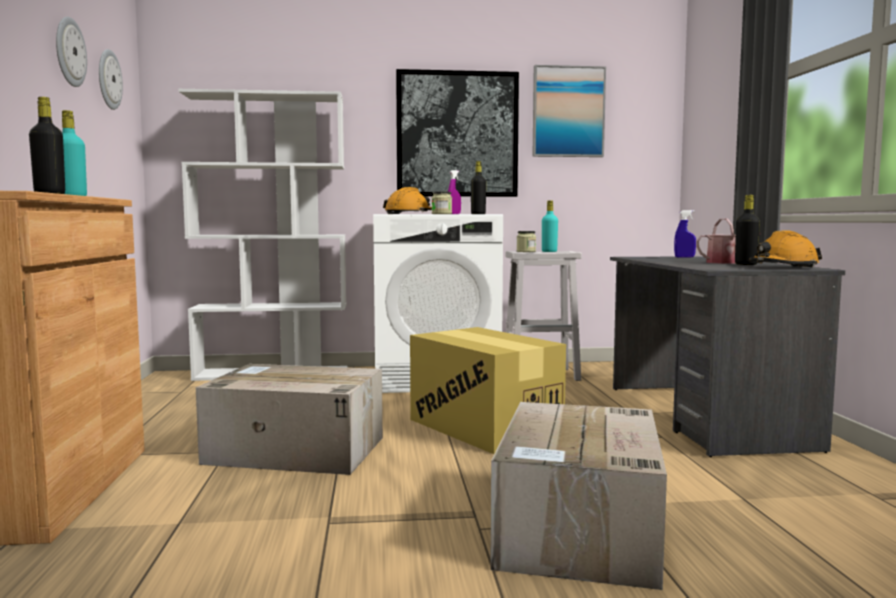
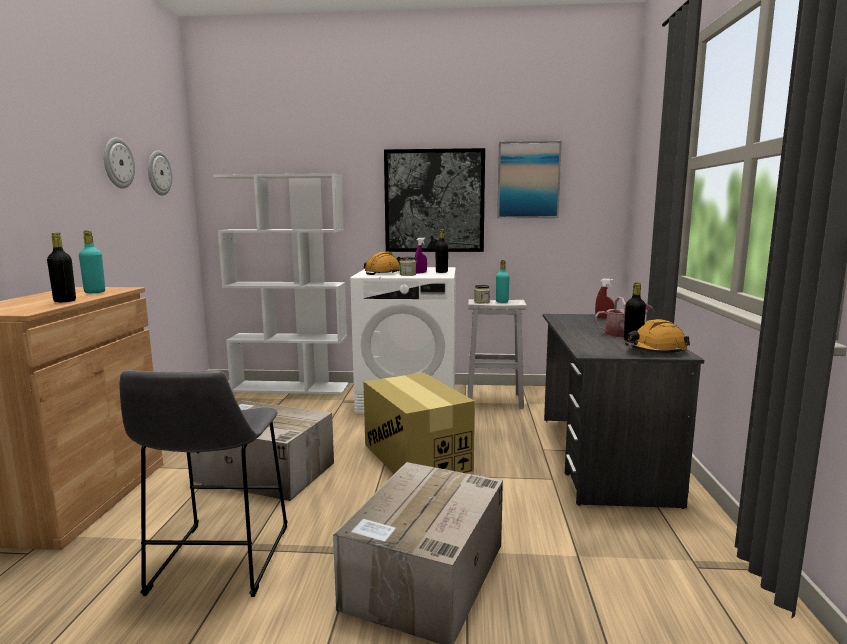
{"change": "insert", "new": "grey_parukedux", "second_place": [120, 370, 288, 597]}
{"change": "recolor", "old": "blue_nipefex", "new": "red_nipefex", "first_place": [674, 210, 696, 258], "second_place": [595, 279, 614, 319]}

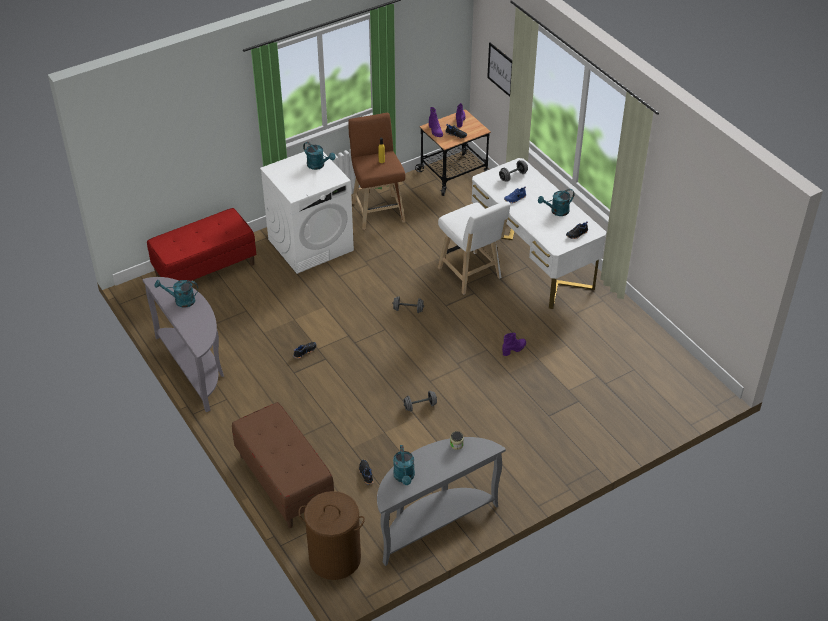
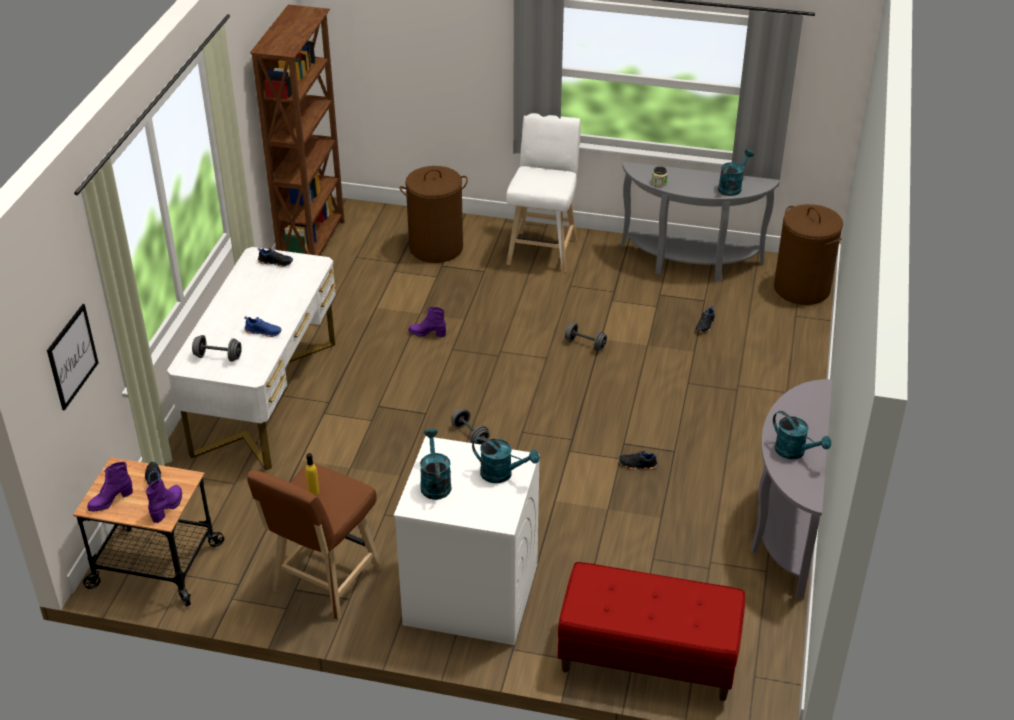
{"change": "delete", "old": "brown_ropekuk", "first_place": [232, 402, 334, 528]}
{"change": "insert", "new": "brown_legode", "second_place": [250, 4, 345, 256]}
{"change": "insert", "new": "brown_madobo", "second_place": [400, 166, 468, 263]}
{"change": "move", "old": "white_parukedux", "first_place": [438, 201, 510, 295], "second_place": [506, 113, 581, 272]}
{"change": "move", "old": "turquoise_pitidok", "first_place": [538, 189, 574, 216], "second_place": [472, 437, 539, 483]}

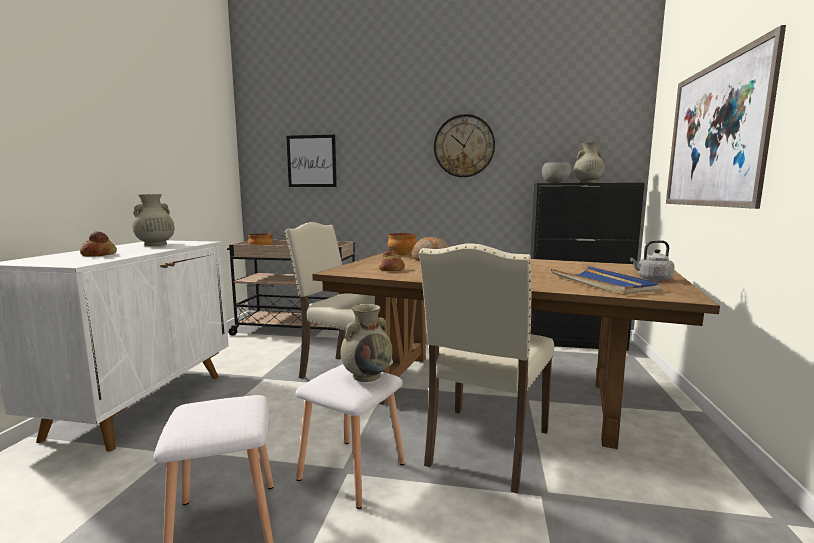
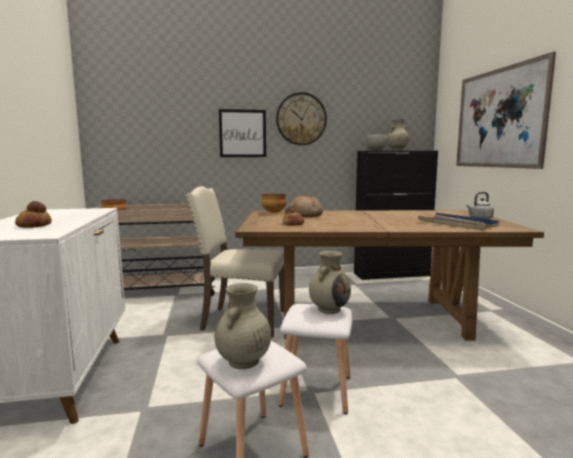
{"change": "delete", "old": "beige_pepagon", "first_place": [419, 244, 554, 493]}
{"change": "move", "old": "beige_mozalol", "first_place": [132, 194, 174, 246], "second_place": [215, 283, 271, 369]}
{"change": "move", "old": "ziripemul", "first_place": [286, 135, 337, 187], "second_place": [219, 109, 266, 157]}

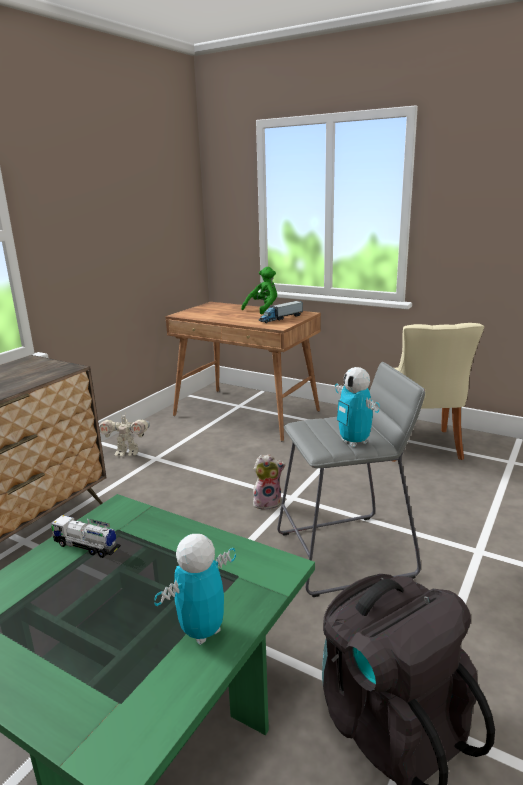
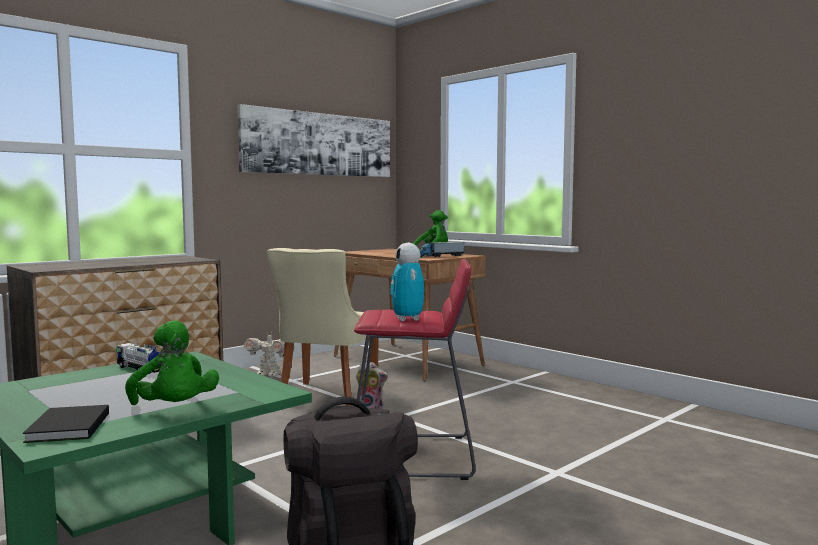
{"change": "insert", "new": "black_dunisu", "second_place": [23, 405, 109, 443]}
{"change": "insert", "new": "ziripemul", "second_place": [237, 104, 390, 177]}
{"change": "move", "old": "beige_pepagon", "first_place": [393, 323, 484, 462], "second_place": [267, 248, 378, 406]}
{"change": "replace", "old": "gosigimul", "new": "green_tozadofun", "first_place": [154, 534, 236, 645], "second_place": [125, 320, 219, 405]}
{"change": "recolor", "old": "grey_parukedux", "new": "red_parukedux", "first_place": [277, 362, 425, 597], "second_place": [354, 259, 476, 480]}

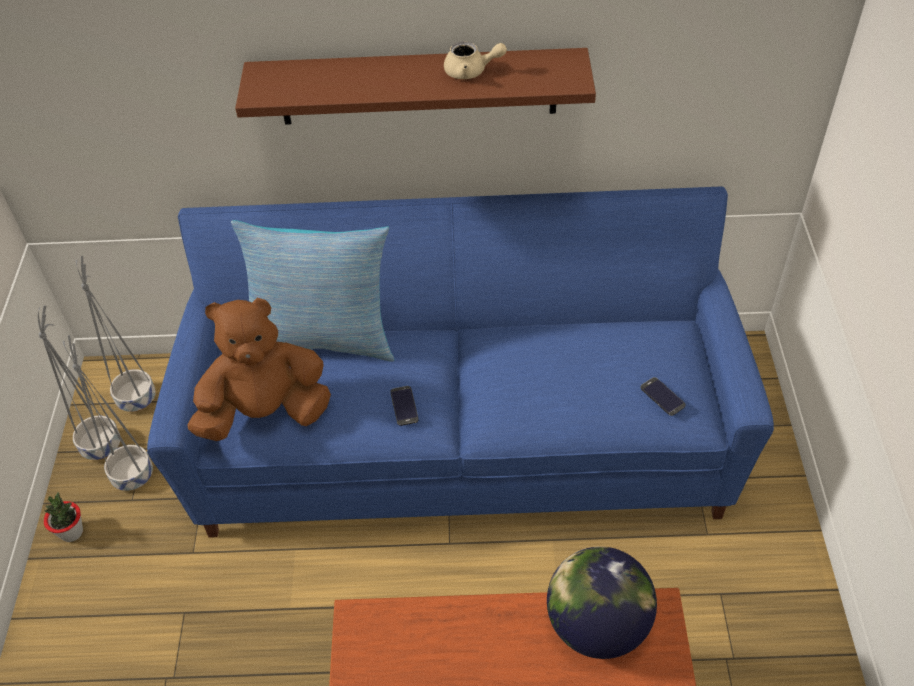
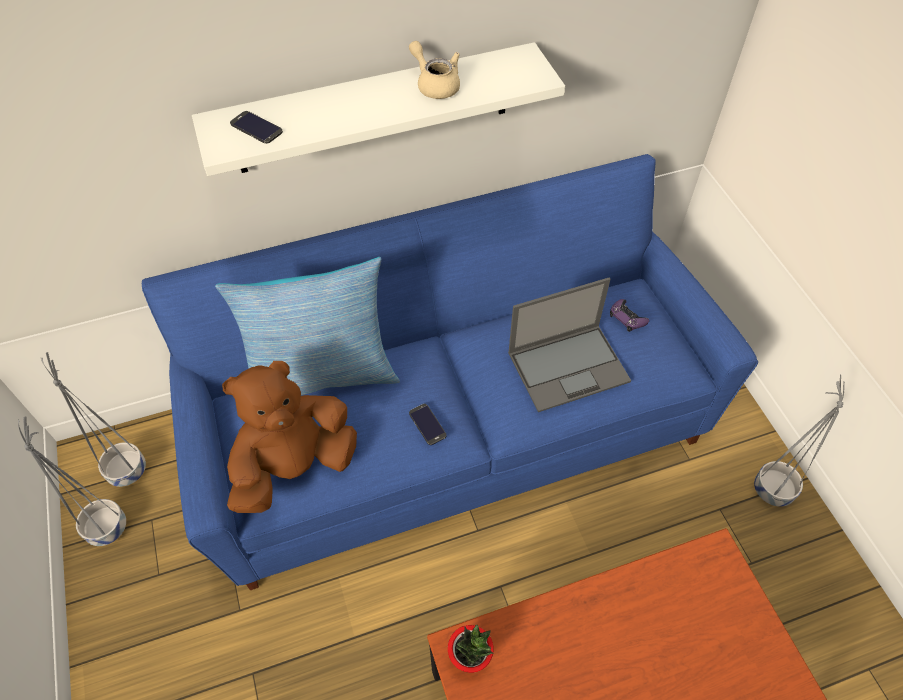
{"change": "delete", "old": "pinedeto", "first_place": [547, 546, 657, 659]}
{"change": "insert", "new": "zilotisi", "second_place": [508, 278, 631, 412]}
{"change": "insert", "new": "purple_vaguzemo", "second_place": [610, 299, 649, 332]}
{"change": "move", "old": "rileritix", "first_place": [44, 492, 83, 542], "second_place": [448, 625, 494, 673]}
{"change": "move", "old": "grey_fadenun", "first_place": [63, 335, 153, 491], "second_place": [754, 374, 845, 507]}
{"change": "move", "old": "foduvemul", "first_place": [641, 377, 686, 416], "second_place": [230, 111, 283, 144]}
{"change": "recolor", "old": "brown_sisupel", "new": "white_sisupel", "first_place": [235, 48, 596, 125], "second_place": [192, 42, 565, 176]}
{"change": "rotate", "old": "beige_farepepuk", "first_place": [444, 41, 507, 79], "second_place": [409, 41, 460, 99], "degrees": -120}

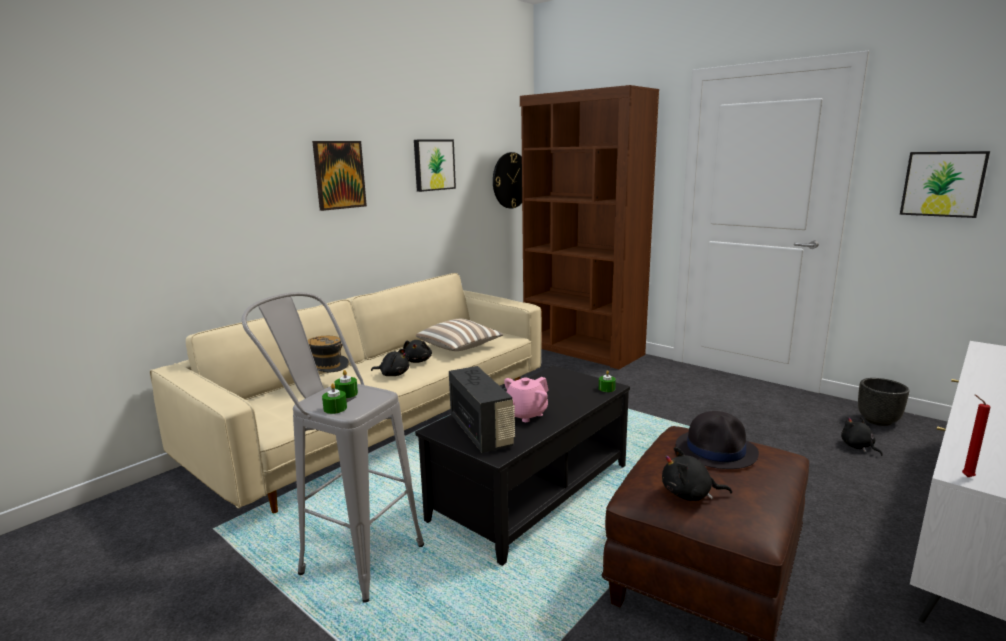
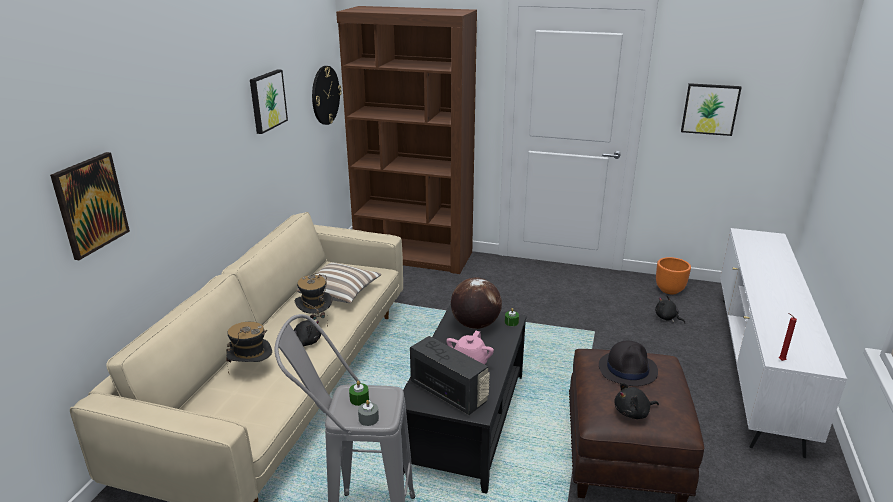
{"change": "insert", "new": "pinedeto", "second_place": [451, 278, 502, 329]}
{"change": "move", "old": "ziripemul", "first_place": [312, 141, 367, 211], "second_place": [50, 152, 130, 260]}
{"change": "replace", "old": "black_tozadofun", "new": "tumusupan", "first_place": [403, 340, 432, 363], "second_place": [295, 273, 332, 327]}
{"change": "recolor", "old": "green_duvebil", "new": "grey_duvebil", "first_place": [322, 383, 347, 414], "second_place": [358, 400, 379, 426]}
{"change": "recolor", "old": "black_fadenun", "new": "orange_fadenun", "first_place": [858, 378, 909, 426], "second_place": [656, 257, 691, 294]}

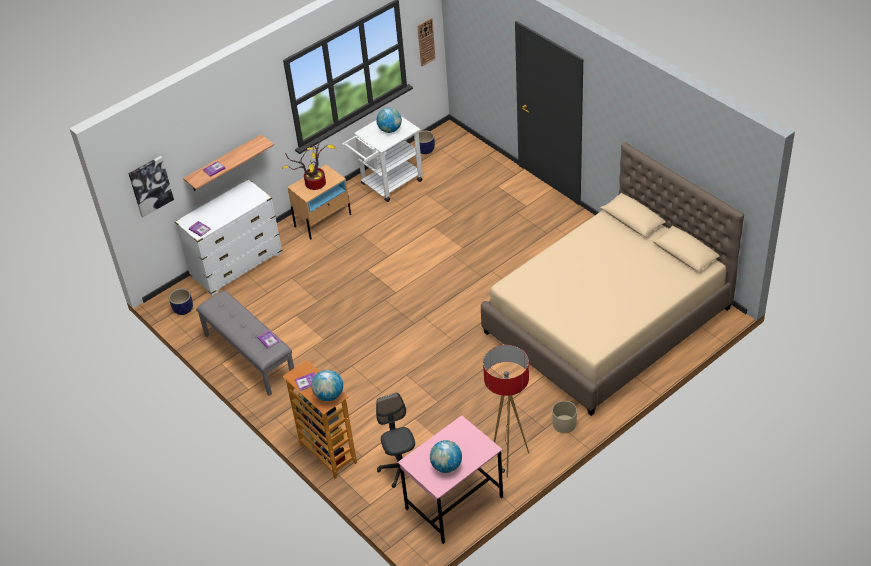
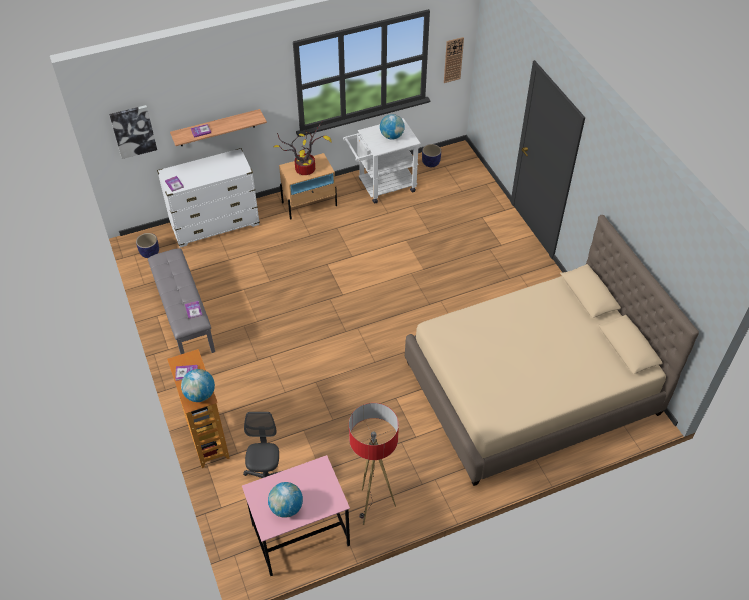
{"change": "delete", "old": "beige_fadenun", "first_place": [552, 401, 577, 433]}

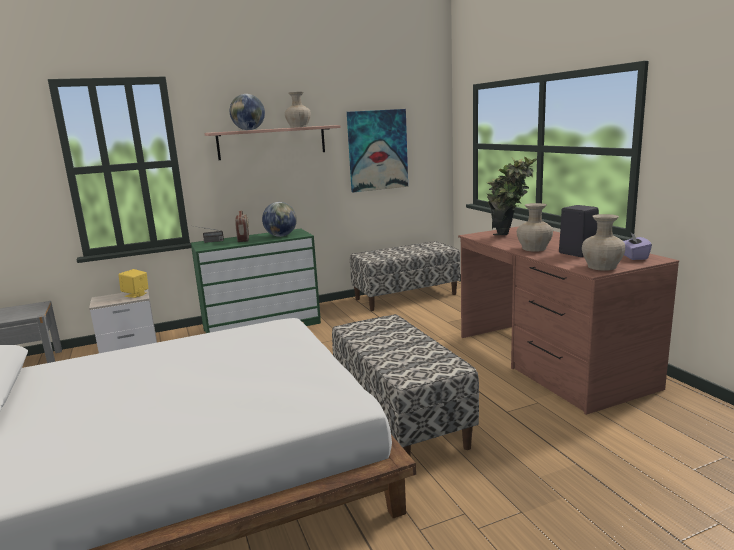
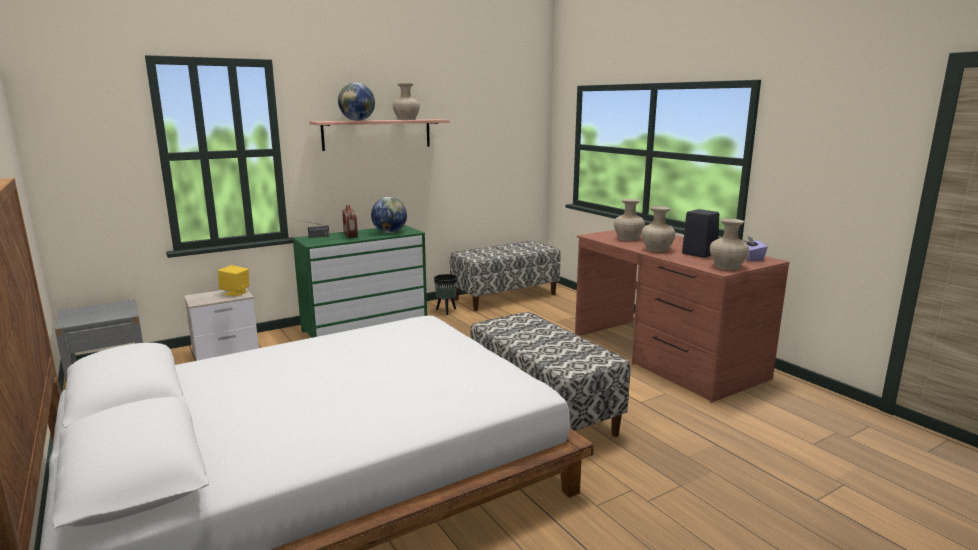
{"change": "delete", "old": "ziripemul", "first_place": [347, 109, 408, 193]}
{"change": "insert", "new": "black_fadenun", "second_place": [434, 274, 458, 315]}
{"change": "replace", "old": "rileritix", "new": "beige_mozalol", "first_place": [487, 157, 537, 235], "second_place": [614, 199, 645, 241]}

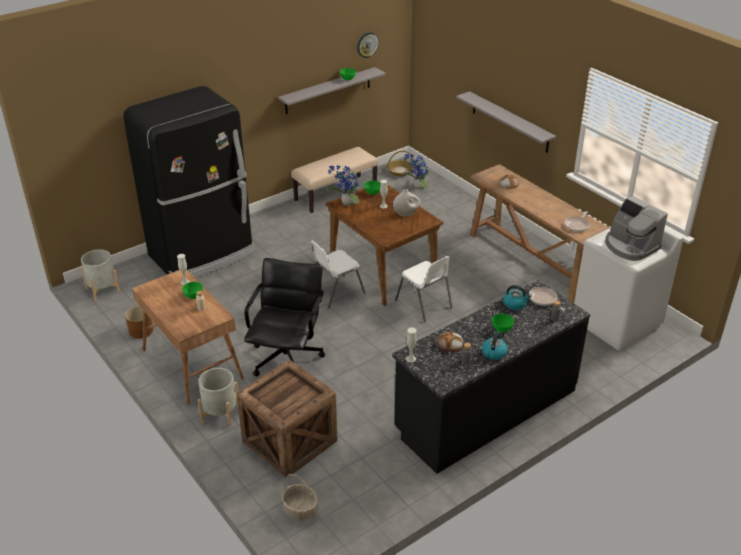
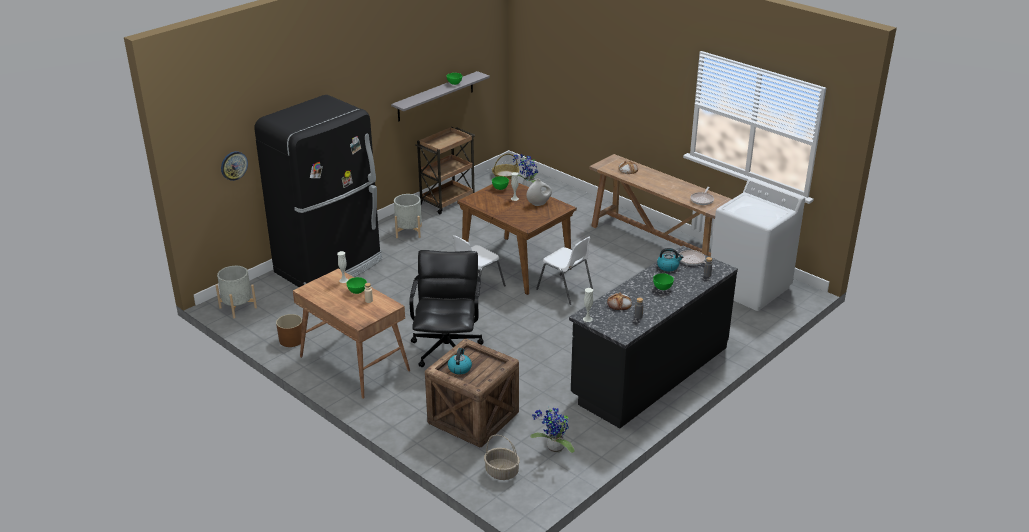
{"change": "delete", "old": "grey_sisupel", "first_place": [456, 91, 556, 153]}
{"change": "delete", "old": "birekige", "first_place": [605, 196, 668, 261]}
{"change": "move", "old": "grey_fadenun", "first_place": [198, 368, 238, 427], "second_place": [394, 194, 422, 238]}
{"change": "move", "old": "rileritix", "first_place": [326, 165, 359, 206], "second_place": [530, 406, 575, 453]}
{"change": "move", "old": "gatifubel", "first_place": [357, 32, 379, 58], "second_place": [221, 151, 248, 181]}
{"change": "move", "old": "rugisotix", "first_place": [482, 332, 508, 360], "second_place": [448, 348, 472, 374]}
{"change": "replace", "old": "beige_ropekuk", "new": "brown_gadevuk", "first_place": [291, 147, 378, 213], "second_place": [415, 127, 475, 214]}

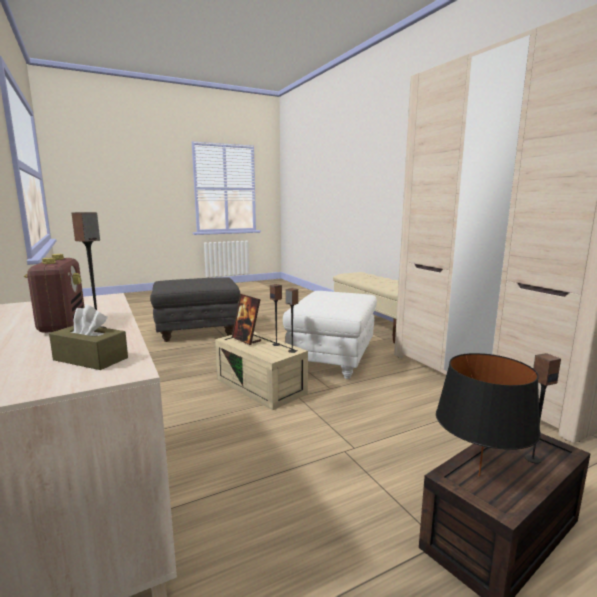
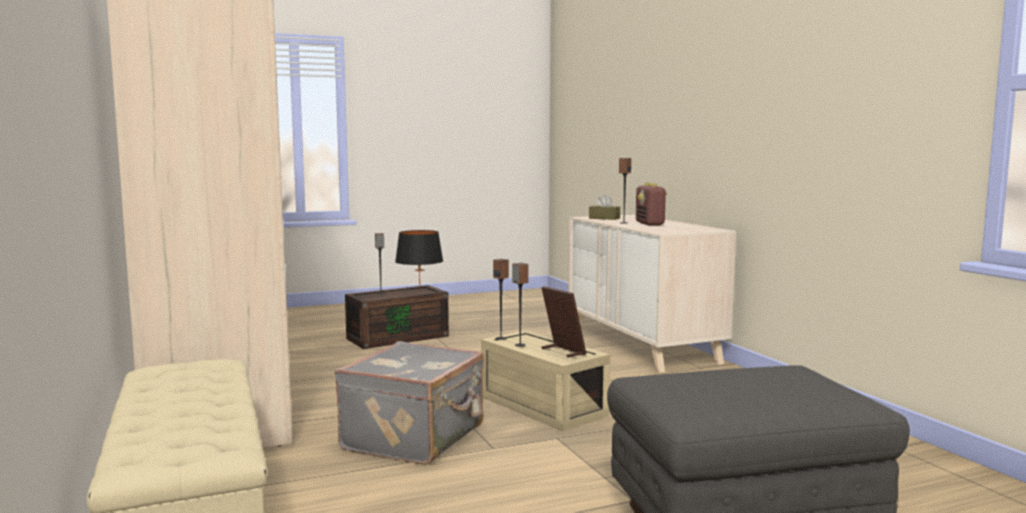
{"change": "replace", "old": "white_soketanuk", "new": "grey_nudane", "first_place": [283, 291, 377, 379], "second_place": [334, 341, 484, 465]}

